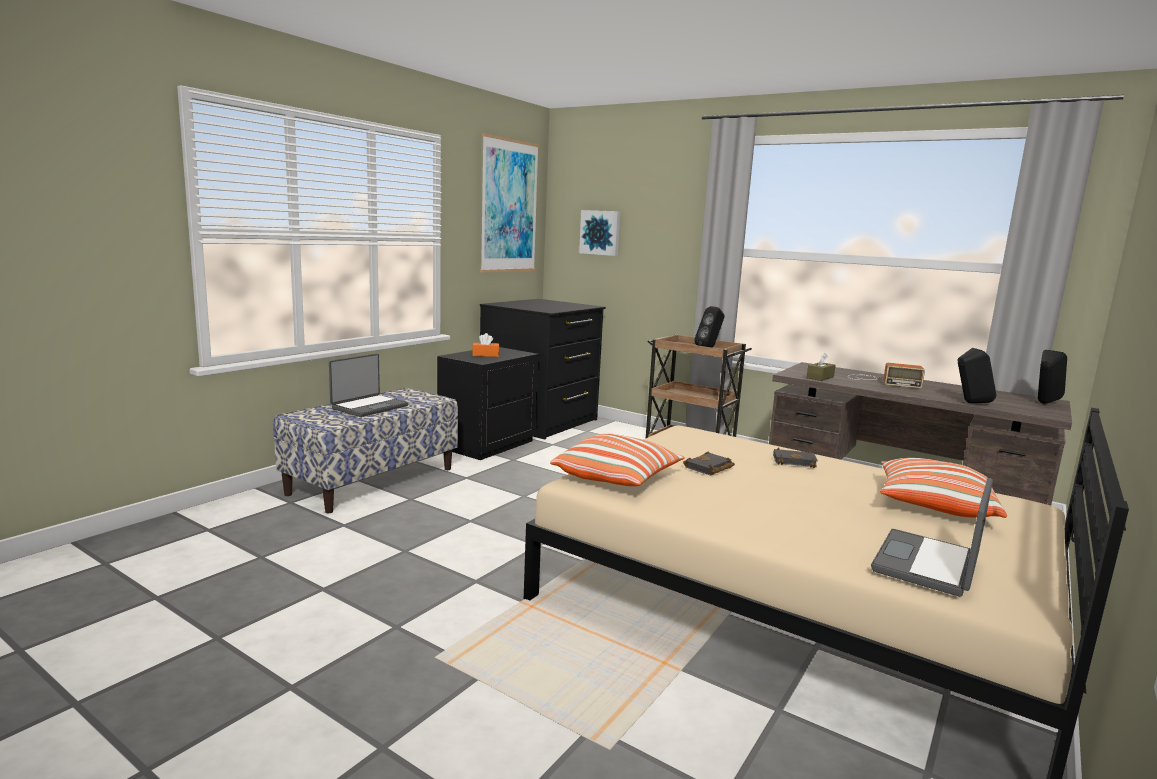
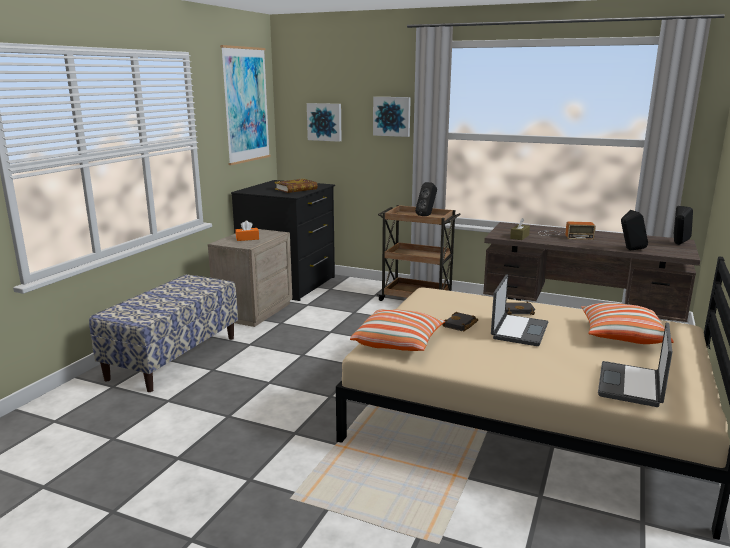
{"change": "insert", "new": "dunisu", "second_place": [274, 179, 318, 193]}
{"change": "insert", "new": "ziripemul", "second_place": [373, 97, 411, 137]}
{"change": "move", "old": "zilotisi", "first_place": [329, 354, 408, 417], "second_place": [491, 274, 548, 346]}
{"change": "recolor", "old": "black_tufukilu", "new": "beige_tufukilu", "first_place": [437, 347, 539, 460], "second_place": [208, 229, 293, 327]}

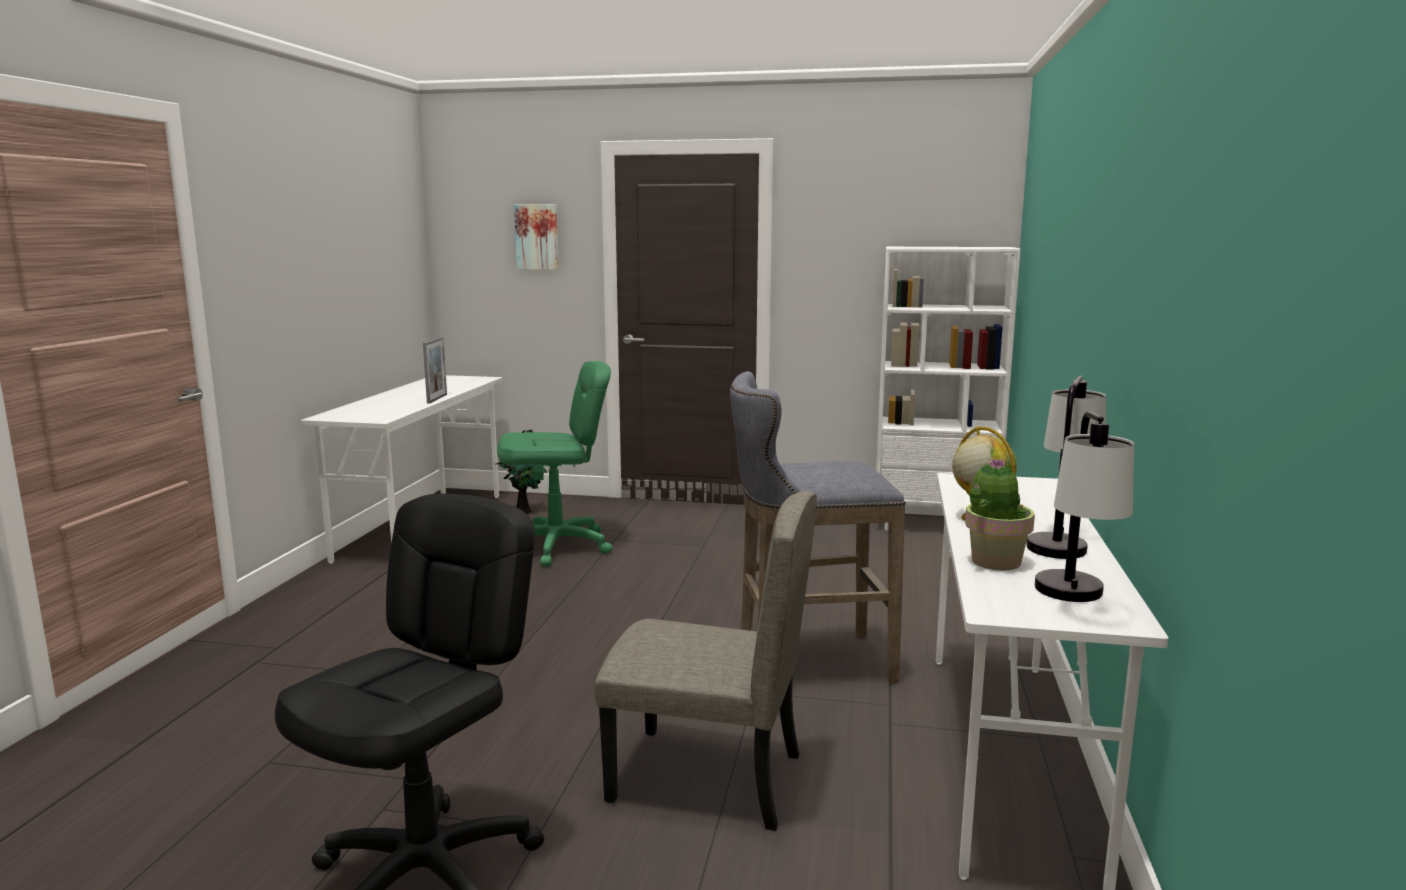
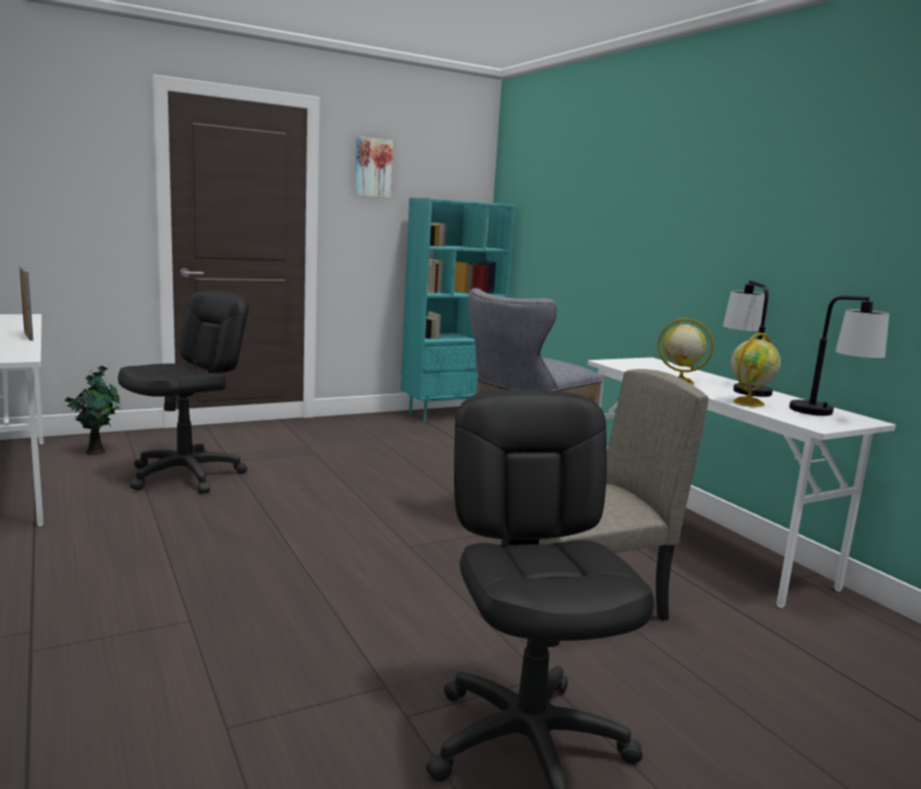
{"change": "move", "old": "ziripemul", "first_place": [514, 204, 559, 270], "second_place": [355, 137, 393, 198]}
{"change": "replace", "old": "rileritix", "new": "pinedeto", "first_place": [965, 458, 1035, 571], "second_place": [731, 333, 781, 407]}
{"change": "recolor", "old": "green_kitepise", "new": "black_kitepise", "first_place": [497, 361, 612, 566], "second_place": [118, 291, 249, 494]}
{"change": "recolor", "old": "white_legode", "new": "turquoise_legode", "first_place": [876, 247, 1021, 530], "second_place": [401, 198, 515, 422]}

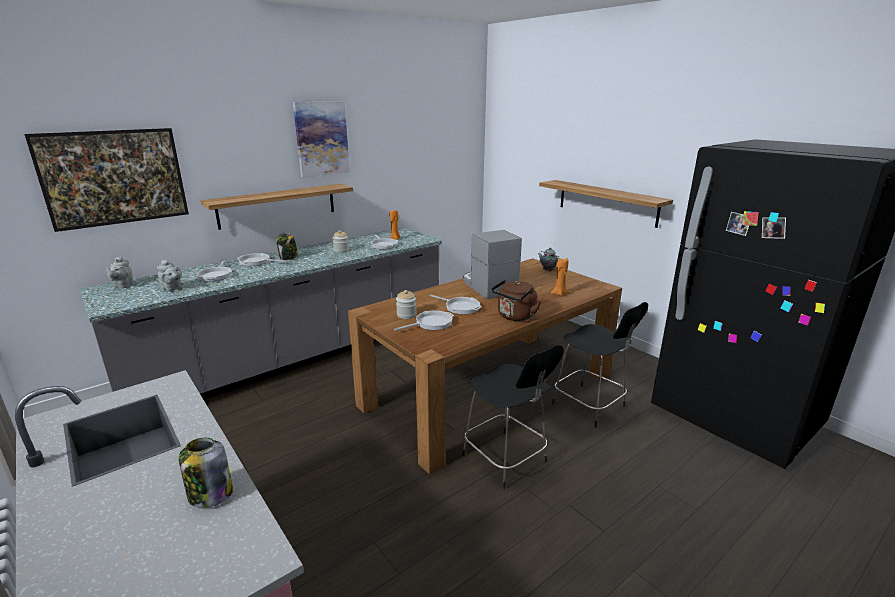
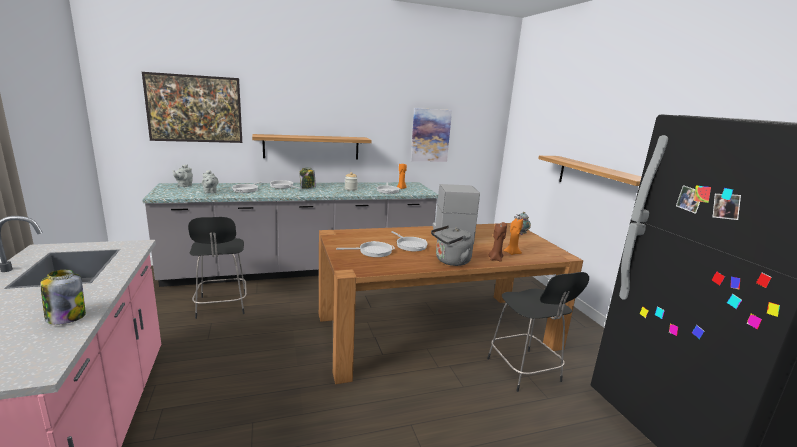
{"change": "delete", "old": "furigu", "first_place": [396, 290, 417, 319]}
{"change": "insert", "new": "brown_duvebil", "second_place": [489, 222, 507, 262]}
{"change": "move", "old": "ziripemul", "first_place": [293, 101, 350, 177], "second_place": [411, 108, 452, 162]}
{"change": "move", "old": "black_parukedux", "first_place": [462, 345, 564, 489], "second_place": [188, 217, 247, 319]}
{"change": "recolor", "old": "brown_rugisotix", "new": "grey_rugisotix", "first_place": [491, 280, 541, 321], "second_place": [431, 225, 473, 266]}

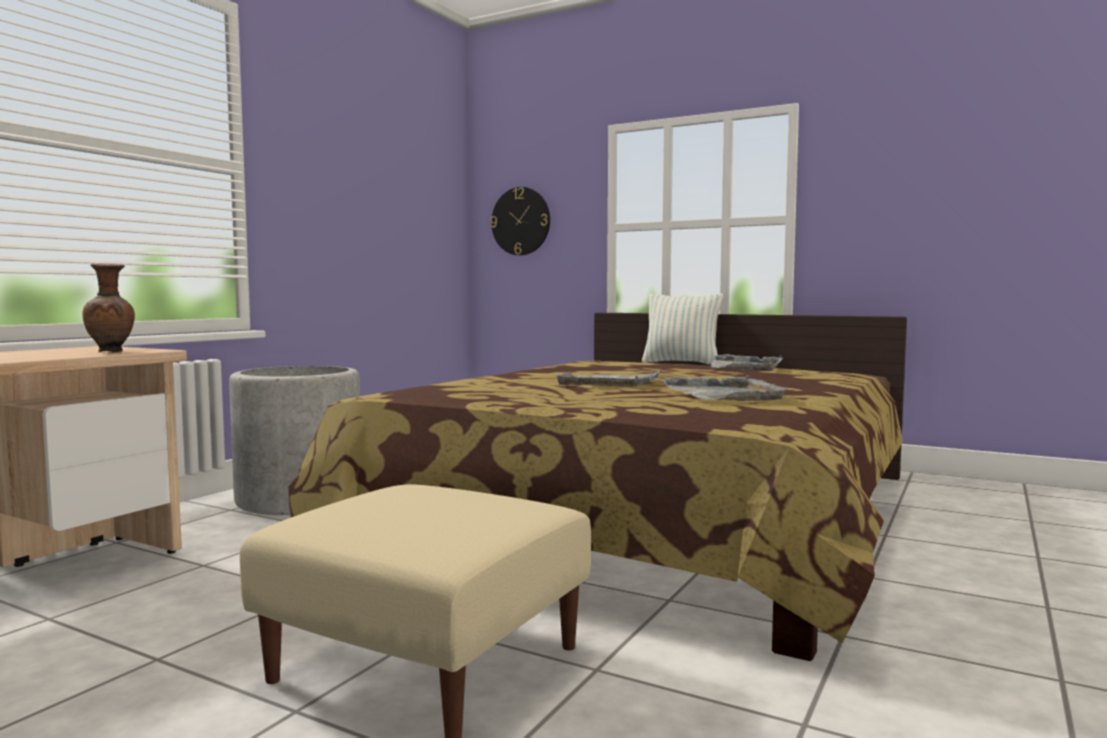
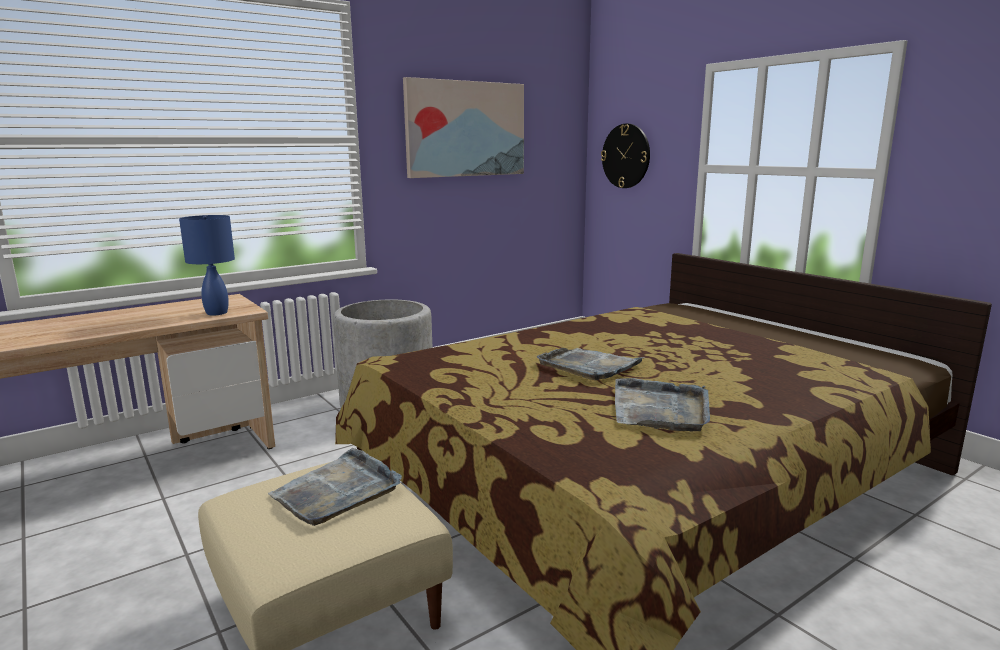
{"change": "delete", "old": "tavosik", "first_place": [642, 294, 723, 365]}
{"change": "insert", "new": "ziripemul", "second_place": [403, 77, 524, 178]}
{"change": "move", "old": "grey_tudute", "first_place": [711, 354, 783, 371], "second_place": [268, 448, 402, 526]}
{"change": "replace", "old": "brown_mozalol", "new": "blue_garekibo", "first_place": [82, 264, 135, 353], "second_place": [179, 215, 235, 316]}

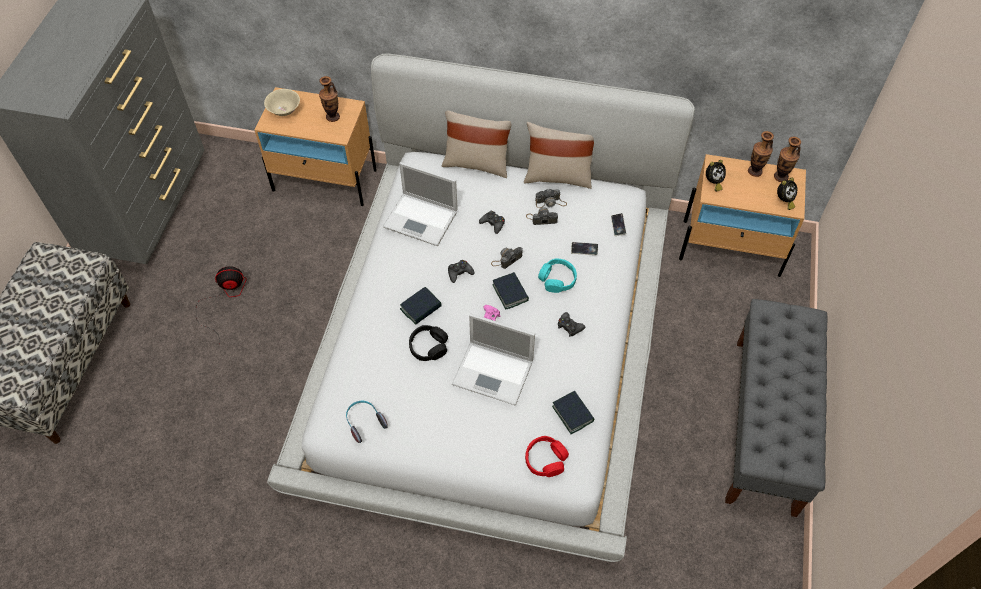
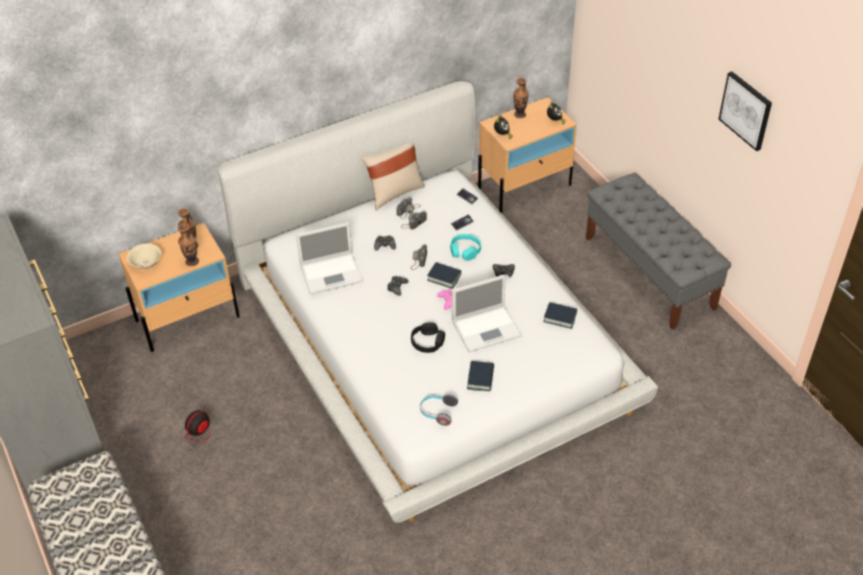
{"change": "delete", "old": "beige_tavosik", "first_place": [442, 110, 511, 178]}
{"change": "delete", "old": "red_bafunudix", "first_place": [525, 436, 569, 477]}
{"change": "insert", "new": "ziripemul", "second_place": [719, 72, 772, 151]}
{"change": "move", "old": "dunisu", "first_place": [400, 287, 442, 325], "second_place": [467, 361, 494, 391]}
{"change": "move", "old": "mozalol", "first_place": [774, 137, 801, 182], "second_place": [178, 224, 199, 266]}

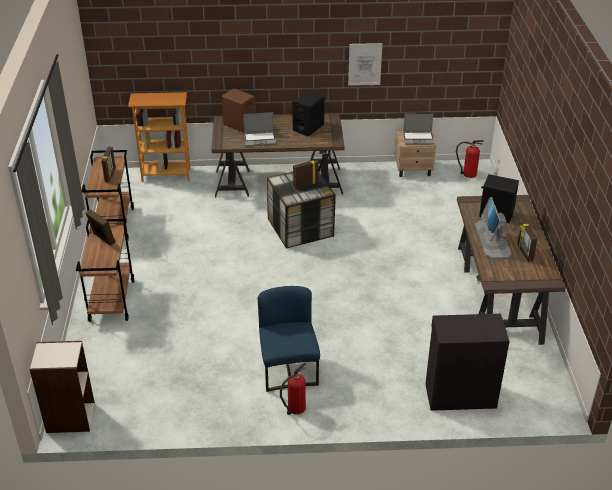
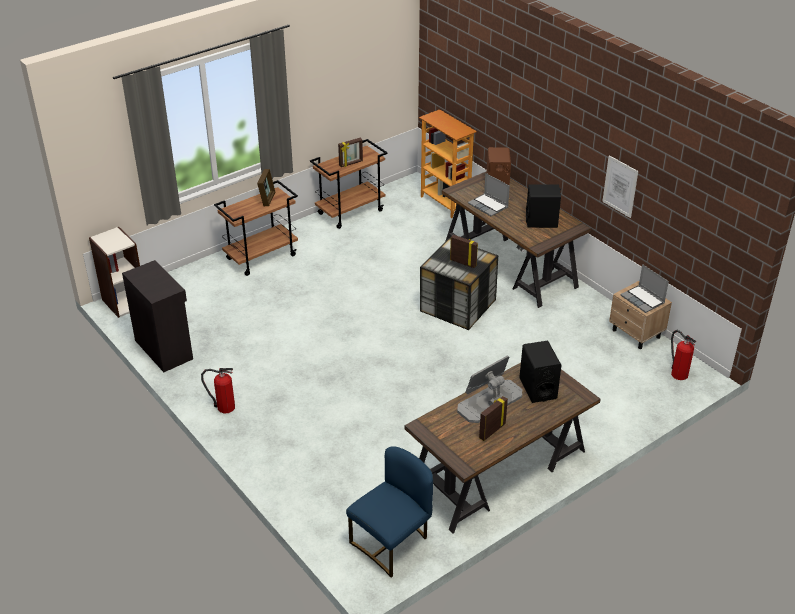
{"change": "move", "old": "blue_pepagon", "first_place": [257, 286, 320, 392], "second_place": [346, 446, 433, 578]}
{"change": "move", "old": "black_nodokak", "first_place": [425, 314, 510, 411], "second_place": [122, 260, 193, 372]}

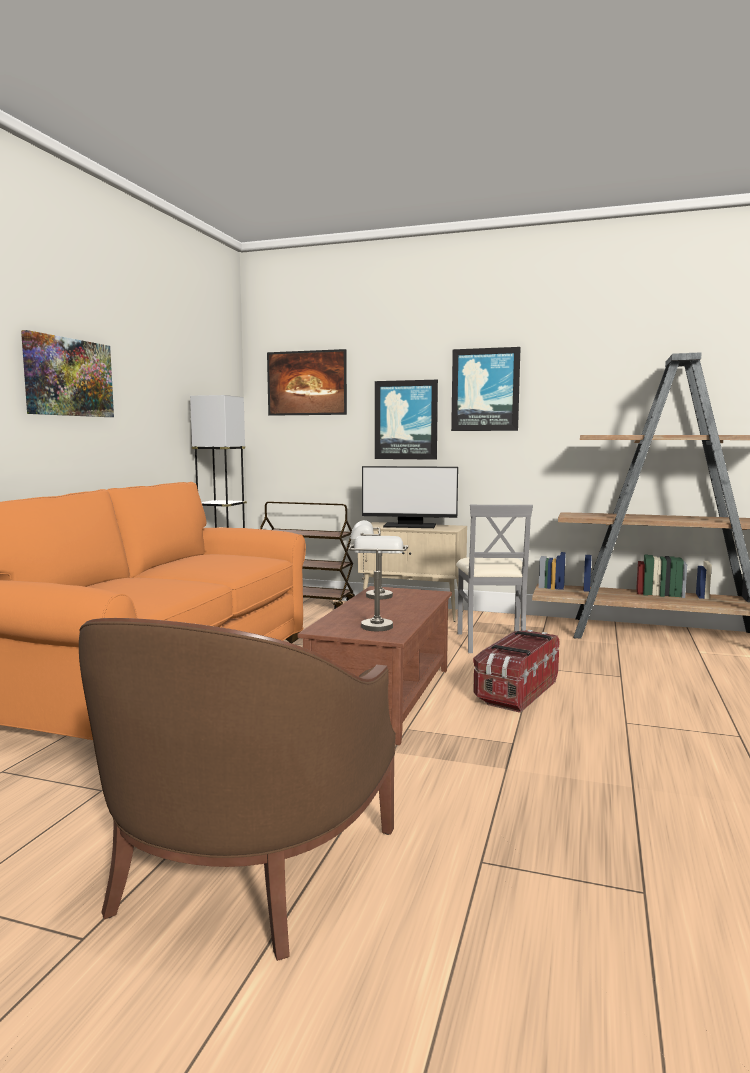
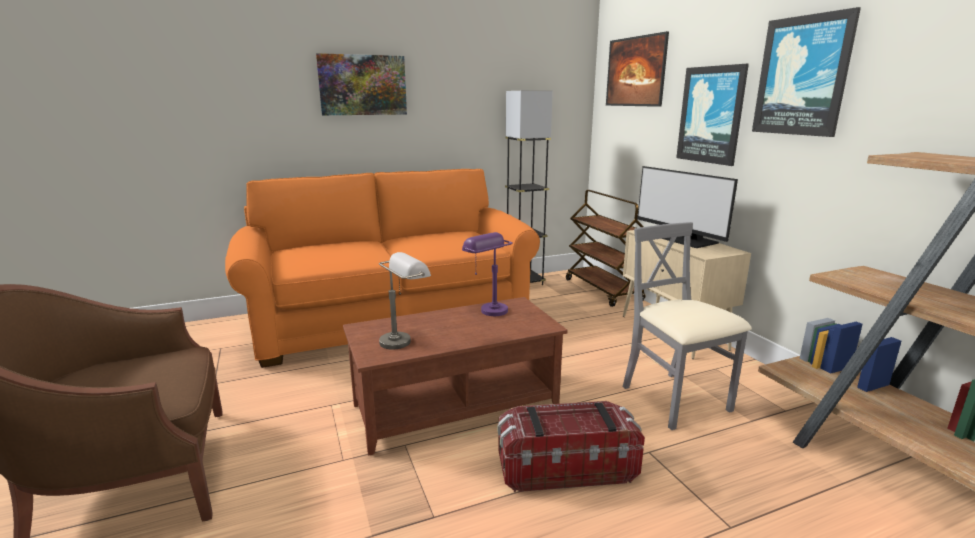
{"change": "recolor", "old": "grey_garekibo", "new": "purple_garekibo", "first_place": [350, 520, 393, 599], "second_place": [462, 232, 513, 316]}
{"change": "rotate", "old": "grey_pepagon", "first_place": [456, 505, 533, 653], "second_place": [623, 222, 752, 430], "degrees": 105}

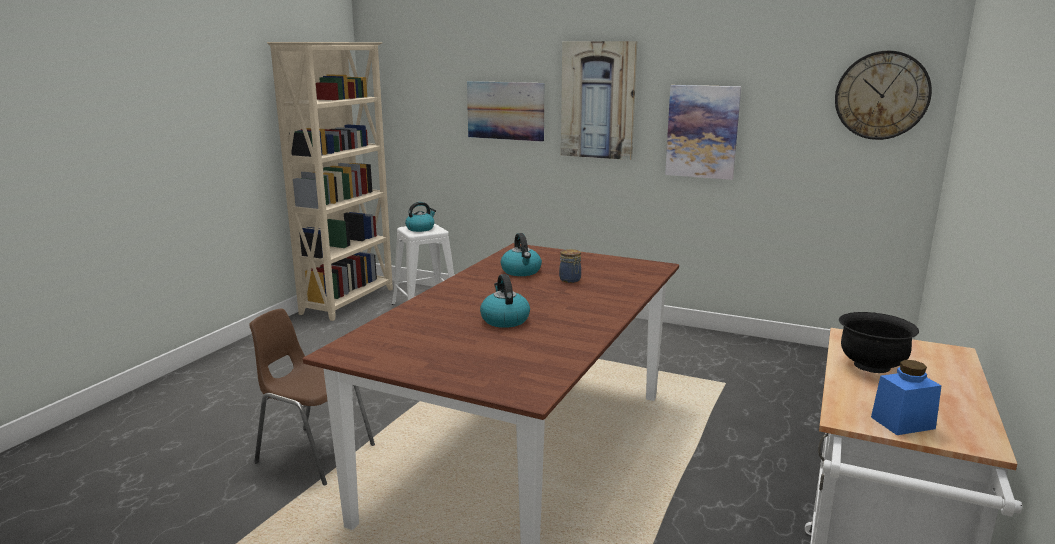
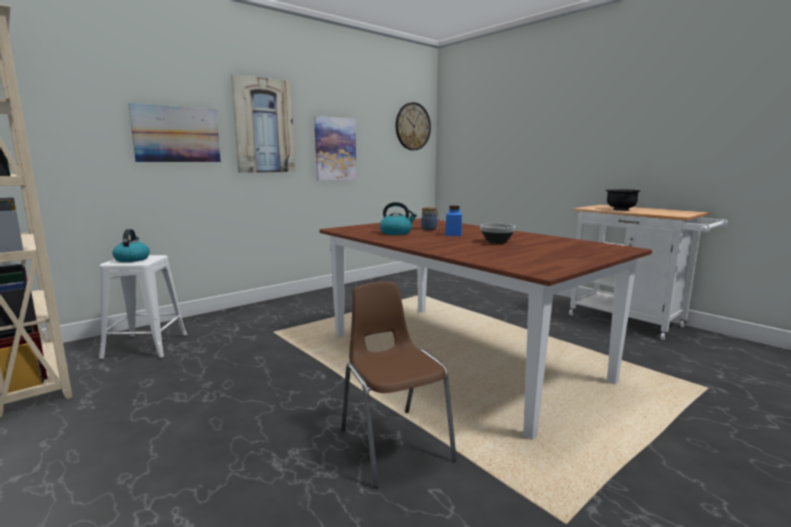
{"change": "move", "old": "blue_furigu", "first_place": [871, 360, 942, 435], "second_place": [445, 206, 462, 236]}
{"change": "replace", "old": "rugisotix", "new": "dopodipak", "first_place": [480, 274, 530, 328], "second_place": [480, 223, 515, 244]}
{"change": "rotate", "old": "brown_pepagon", "first_place": [249, 308, 375, 485], "second_place": [341, 281, 457, 488], "degrees": 105}

